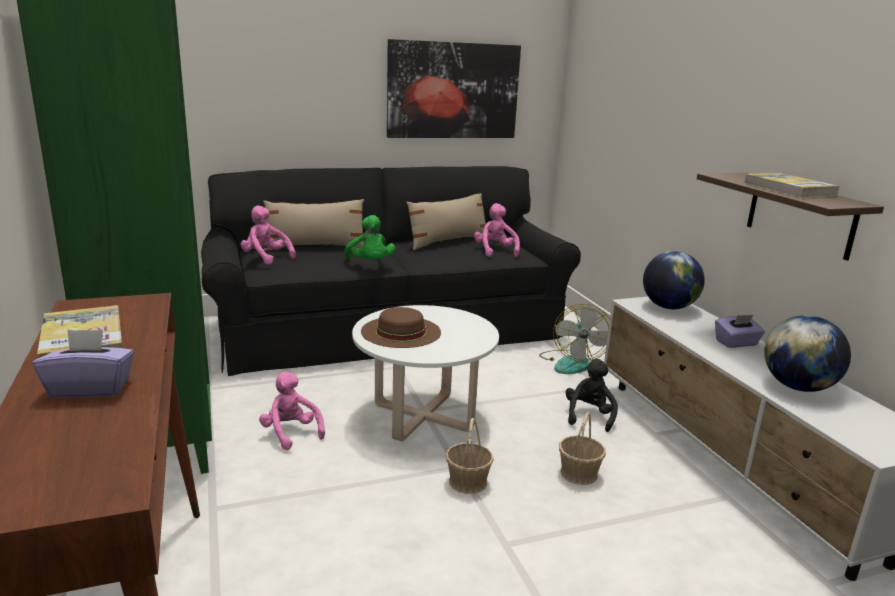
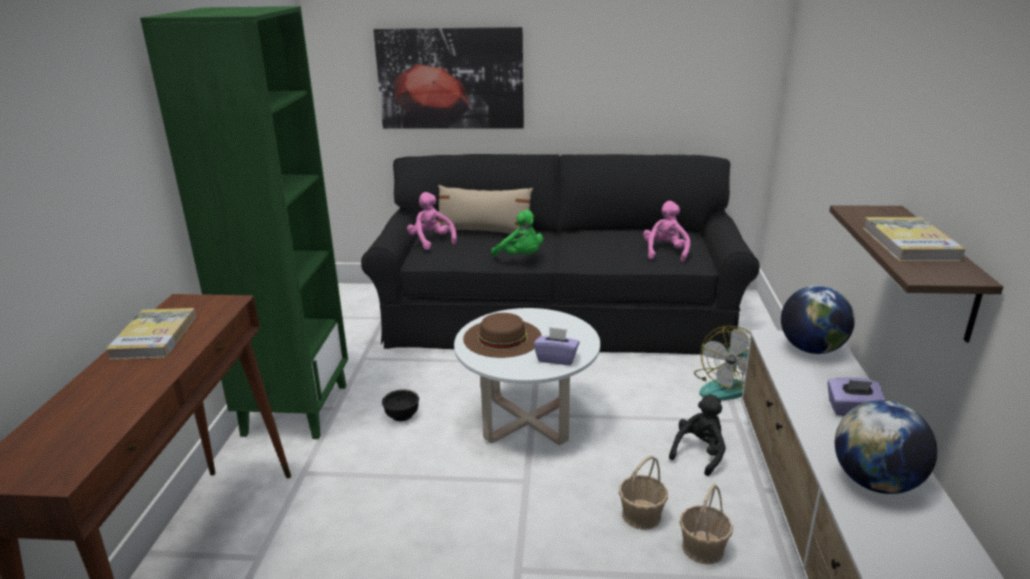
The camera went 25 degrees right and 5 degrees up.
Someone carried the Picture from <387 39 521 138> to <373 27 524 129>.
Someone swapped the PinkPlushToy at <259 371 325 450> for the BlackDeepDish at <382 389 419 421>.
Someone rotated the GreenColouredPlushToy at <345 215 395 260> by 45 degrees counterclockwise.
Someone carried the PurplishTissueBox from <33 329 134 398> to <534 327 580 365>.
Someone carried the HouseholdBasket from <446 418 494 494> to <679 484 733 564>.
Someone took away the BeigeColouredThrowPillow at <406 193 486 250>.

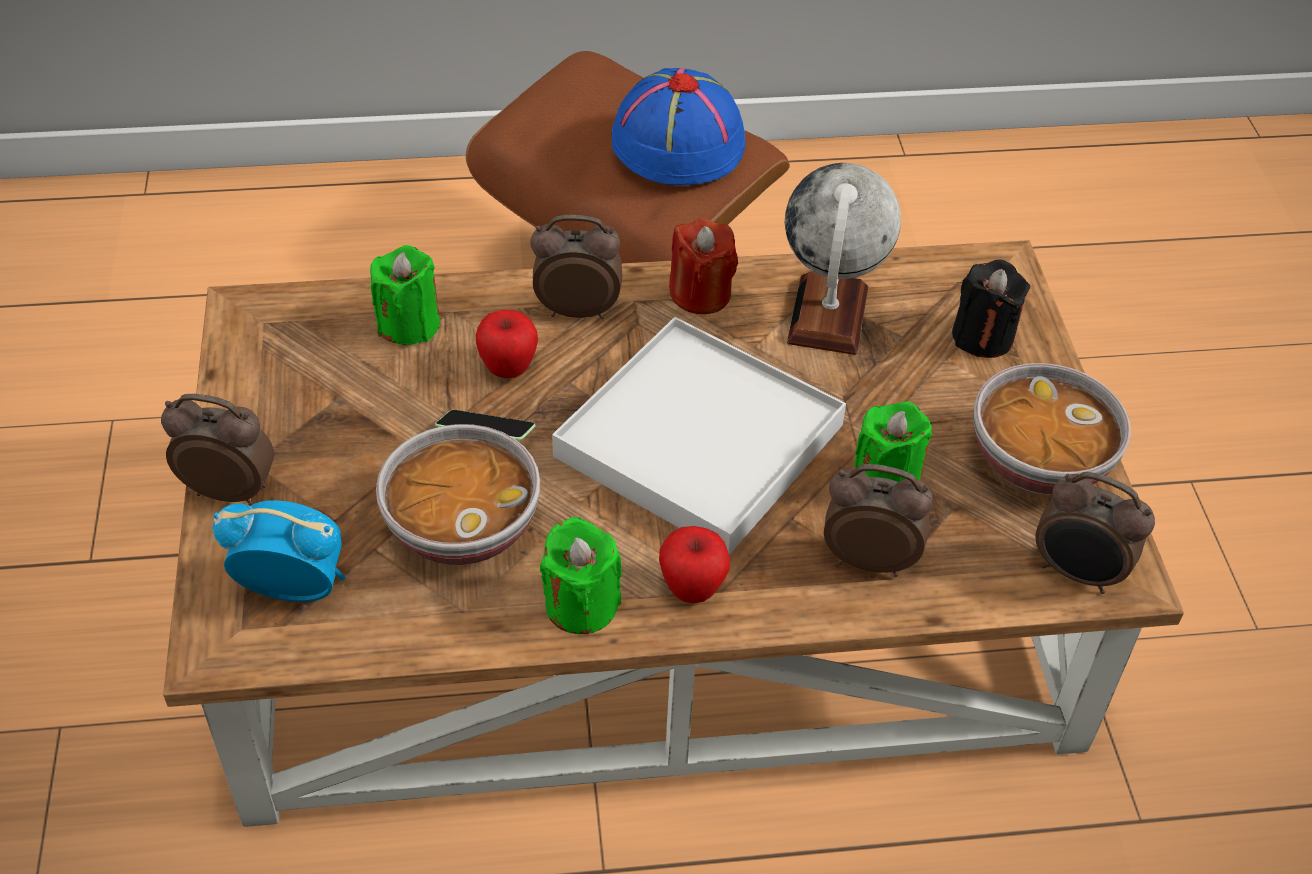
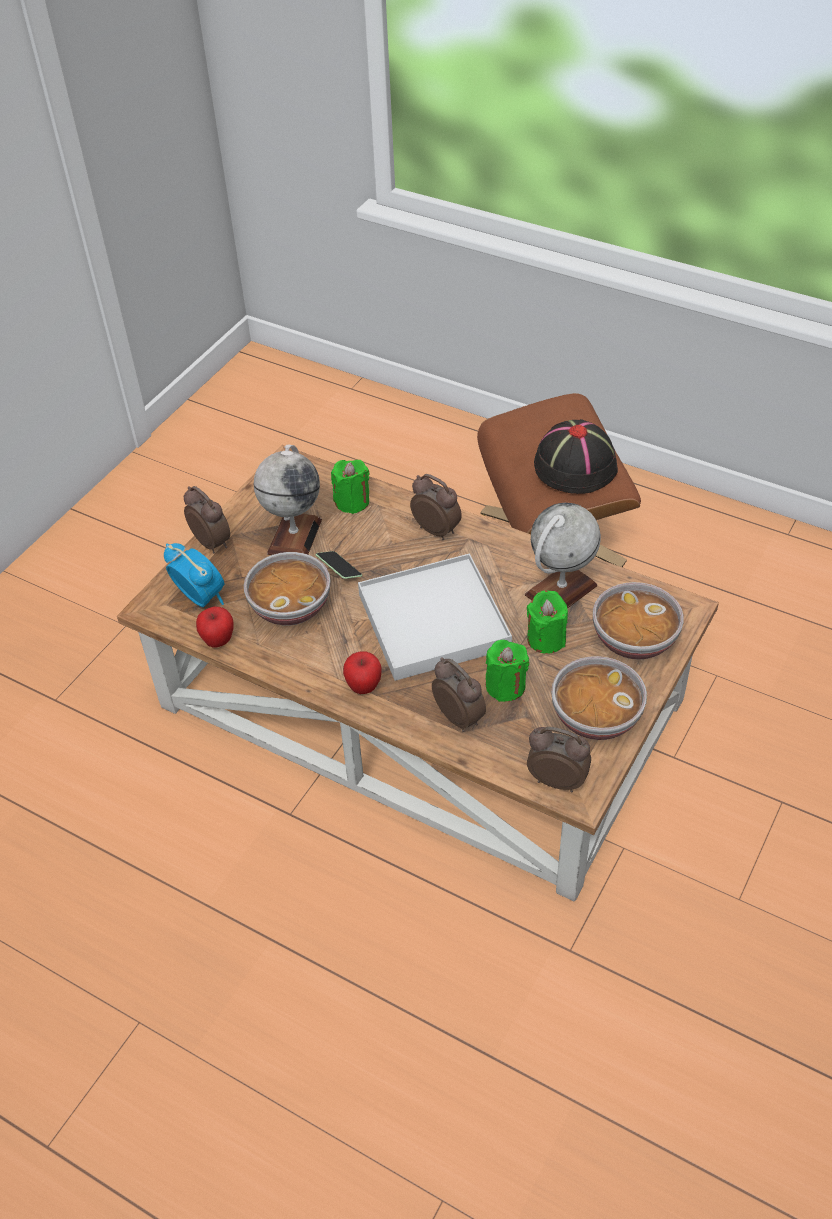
The camera went 40 degrees right and 0 degrees up.
Someone carried the AppleFruit from <476 310 538 378> to <196 606 234 647>.
Someone put down the WorldGlobe at <254 444 322 555>.
Someone carried the GreenColouredCandle from <540 517 622 634> to <527 590 568 654>.
Someone rotated the BedsideClock at <1035 472 1155 594> by 135 degrees clockwise.
Someone repainted the BluishHat at <611 68 745 185>, which became the BlackHat at <534 419 618 494>.
Someone swapped the BlackCandle at <952 260 1030 358> for the DeepDish at <593 582 684 659>.
Someone took away the RedColouredCandle at <669 218 738 314>.

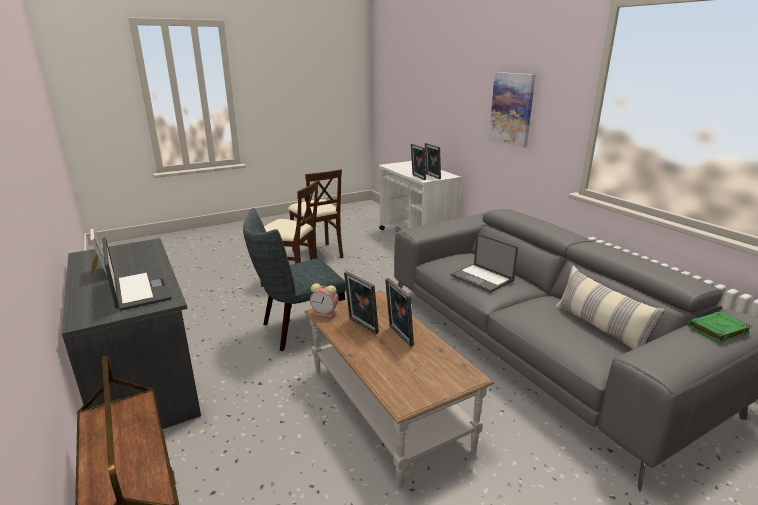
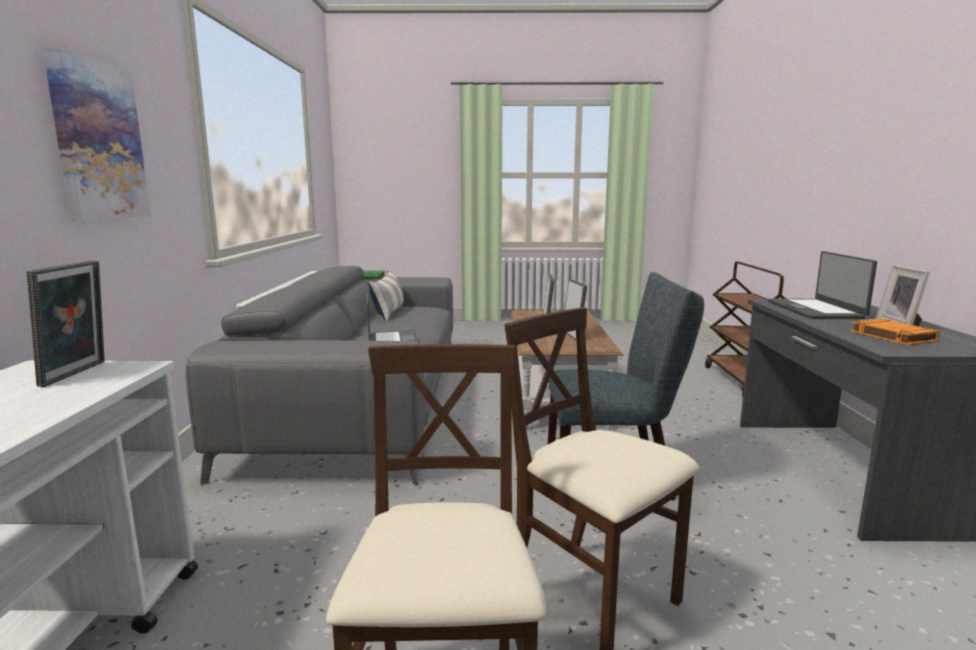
The camera went 150 degrees left and 10 degrees down.
Someone put down the OrangeyBoundBook at <851 318 940 345>.
Someone took away the BedsideClock at <310 283 338 318>.
Someone took away the PictureFrame at <411 144 426 180>.

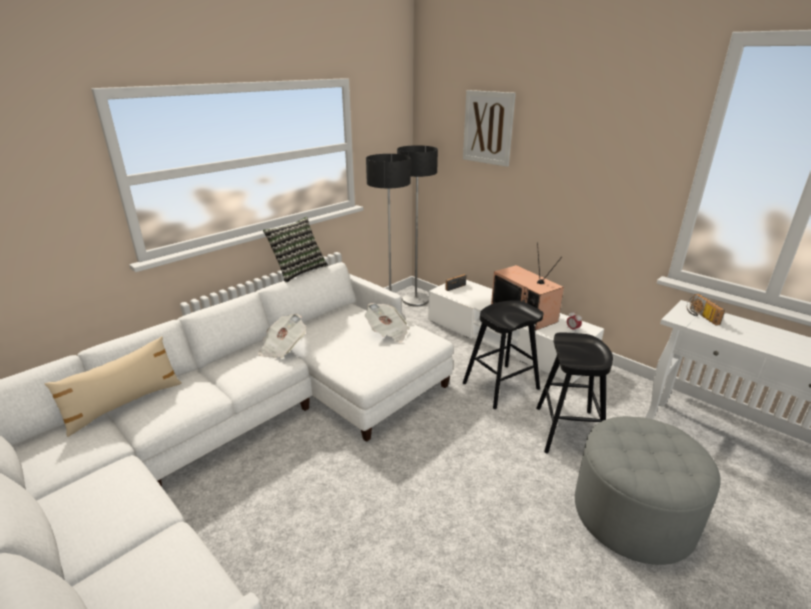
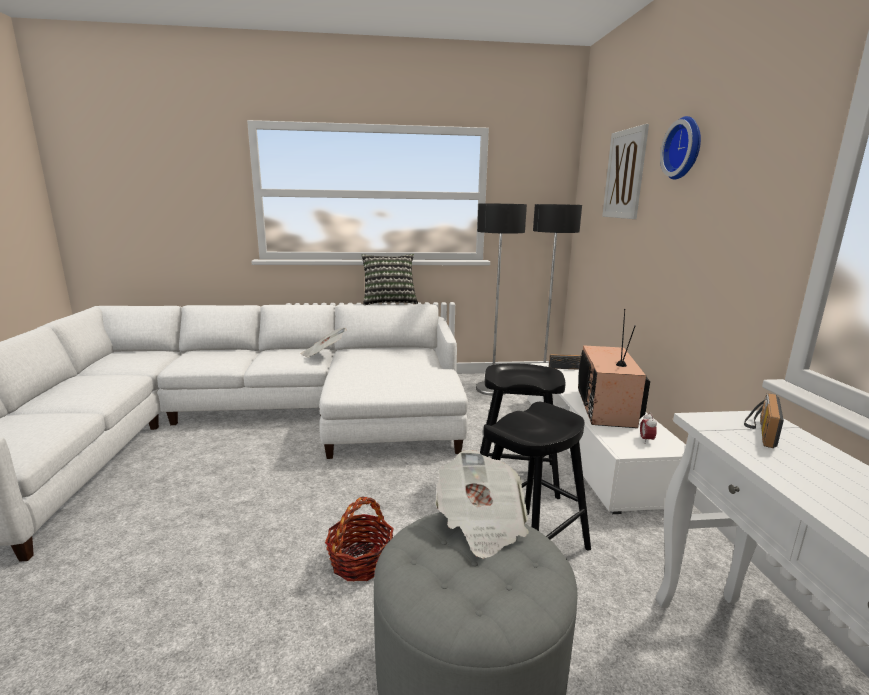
The camera went 40 degrees right and 10 degrees down.
Someone put down the HouseholdBasket at <325 497 393 582>.
Someone carried the Newspaper from <365 303 410 342> to <435 450 529 559>.
Someone put up the WallClock at <660 116 701 180>.
Someone took away the BeigeColouredThrowPillow at <45 336 181 437>.

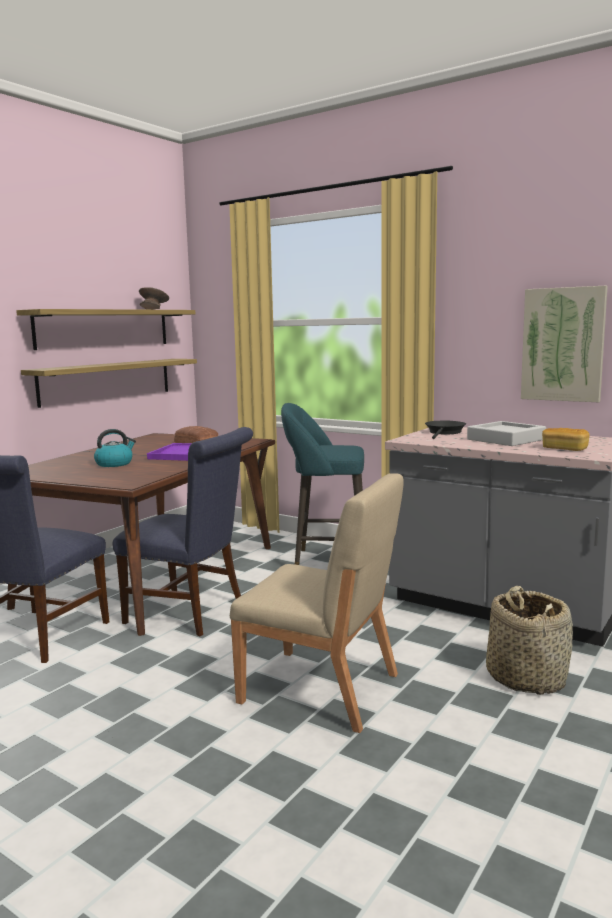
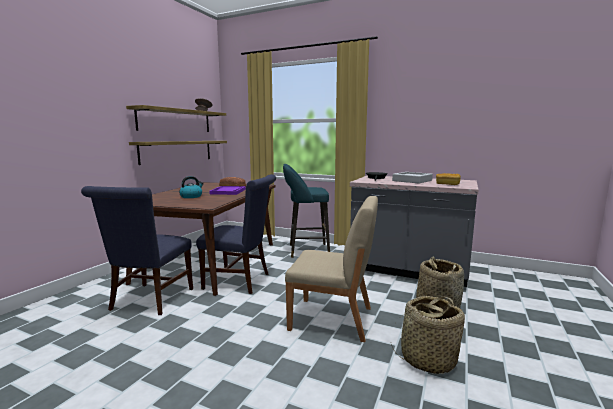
The camera went 10 degrees left and 0 degrees up.
Someone put down the HouseholdBasket at <391 296 465 374>.
Someone took away the Picture at <521 286 608 402>.

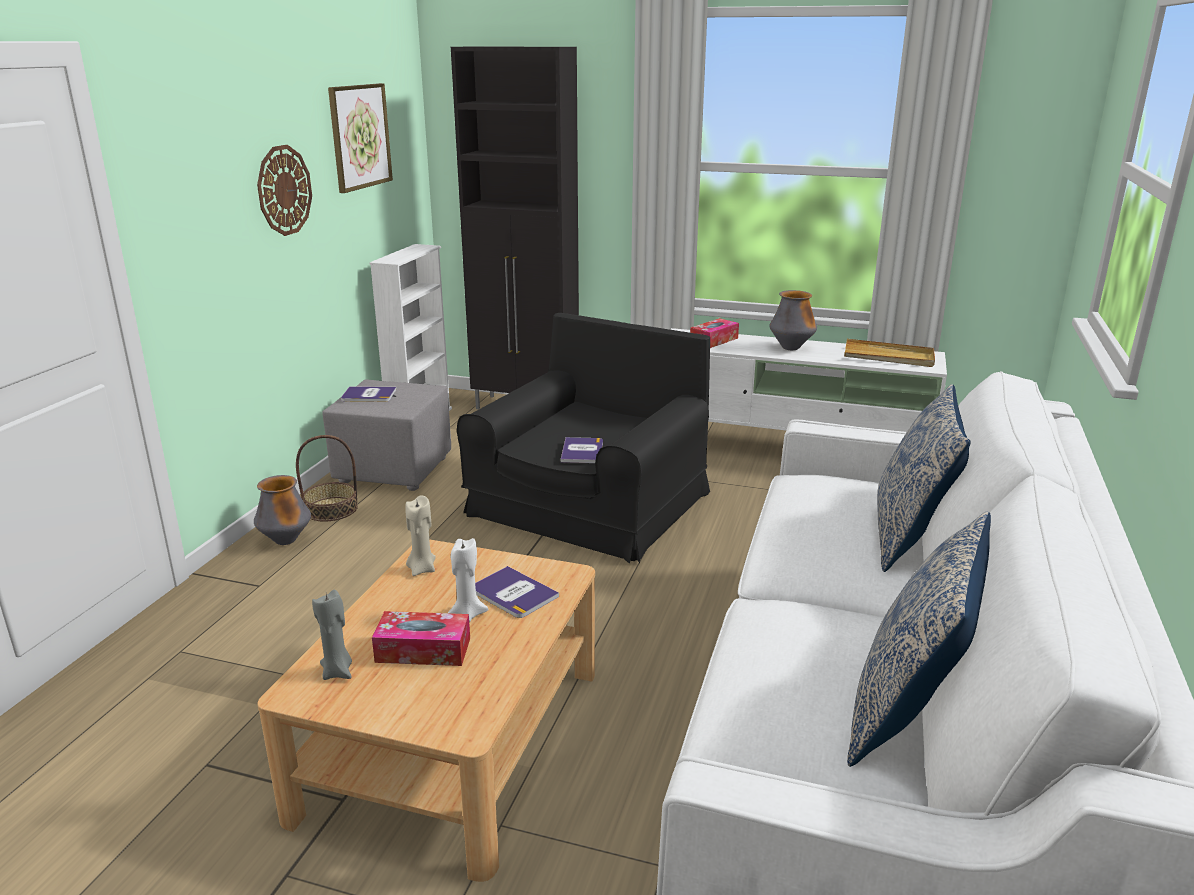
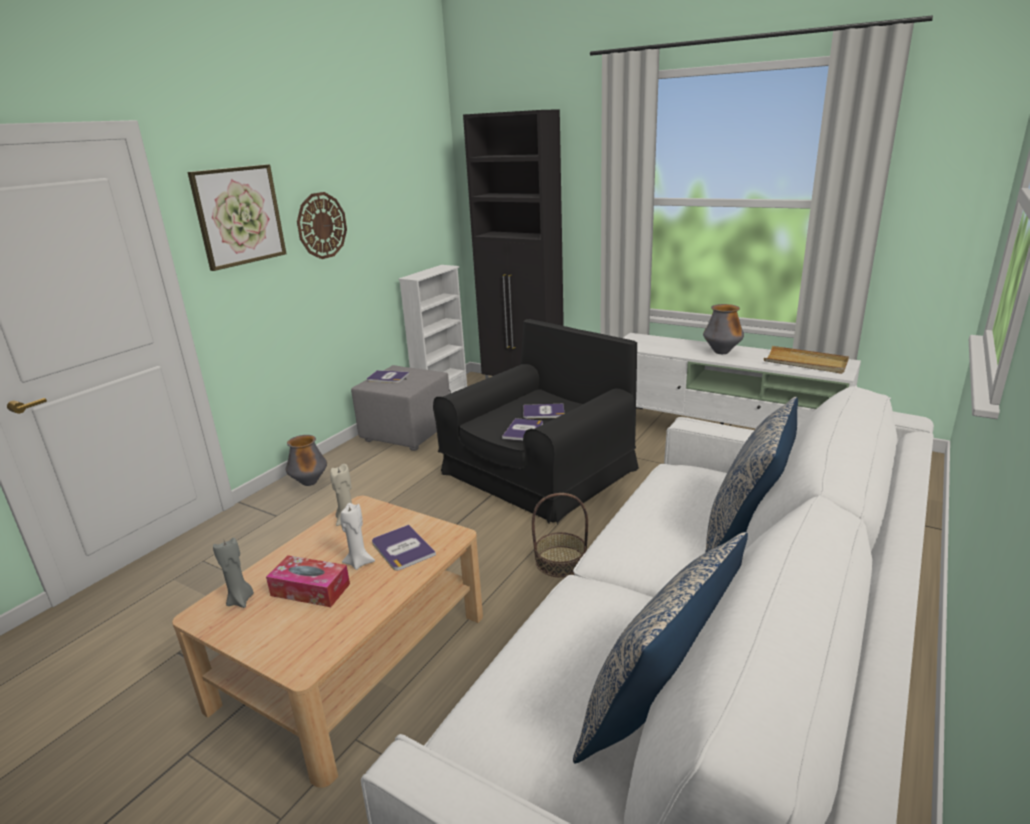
The camera went 15 degrees right and 0 degrees up.
Someone carried the Picture from <328 83 393 193> to <188 164 286 271>.
Someone put down the BoundBook at <523 404 564 419>.
Someone carried the HouseholdBasket from <296 435 358 521> to <532 493 588 578>.
Someone took away the TissueBox at <690 318 739 348>.

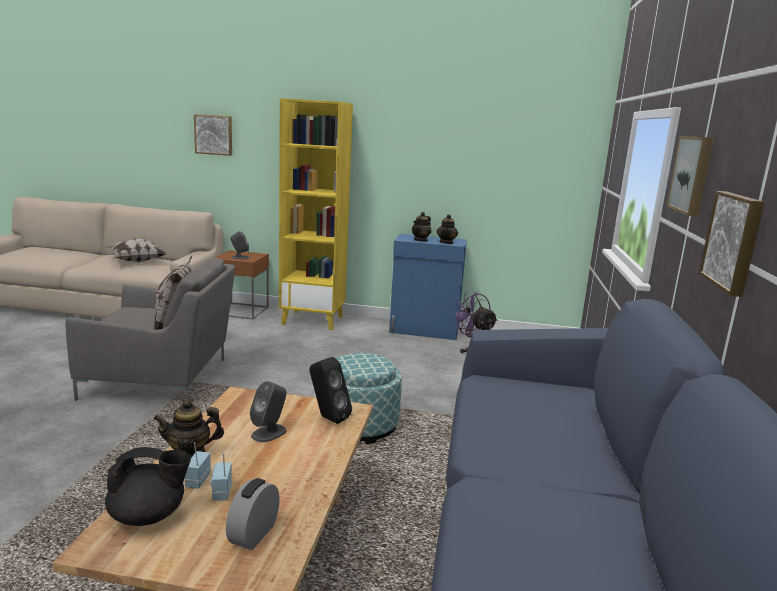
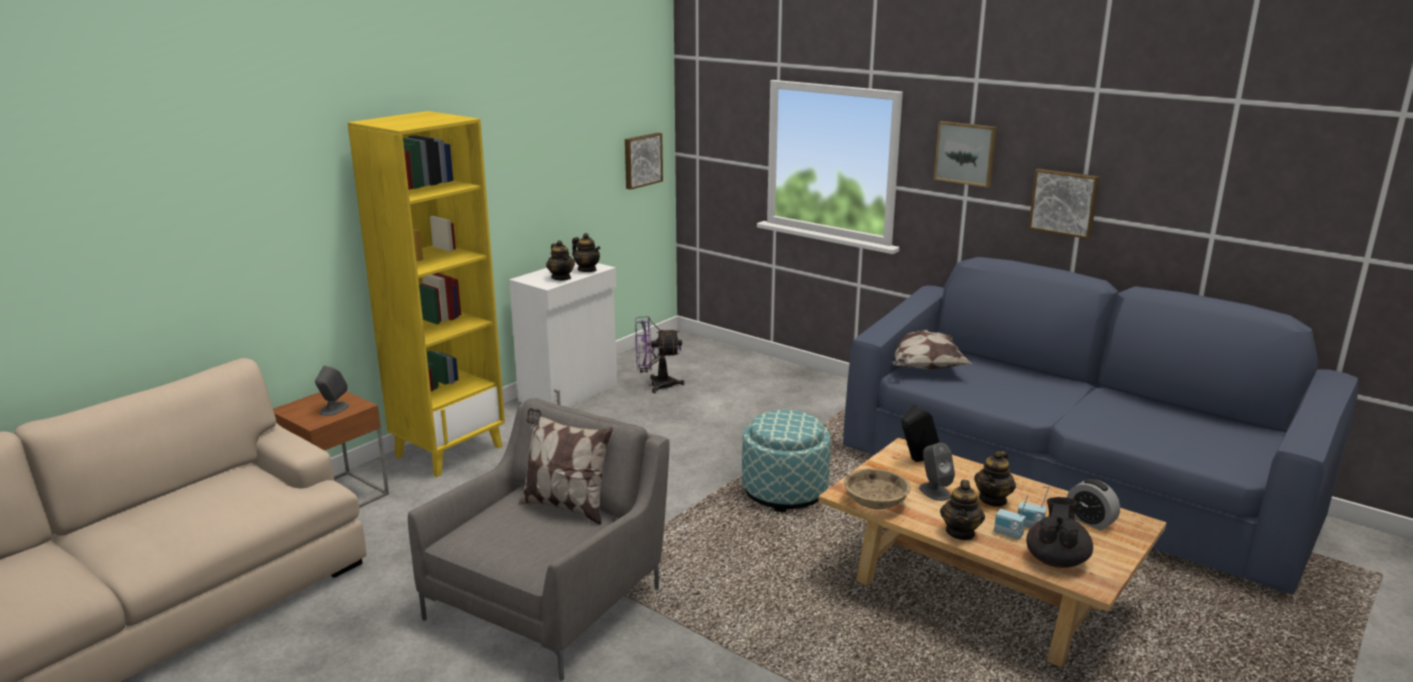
The camera went 60 degrees left and 5 degrees up.
Someone repainted the BluishCupboard at <389 234 467 340>, which became the WhitishCupboard at <509 259 617 407>.
Someone carried the Picture from <194 114 232 156> to <625 133 663 190>.
Someone put down the BeigeColouredDeepDish at <844 469 911 510>.
Someone carried the ThrowPillow from <106 238 166 263> to <892 330 973 370>.
Someone put down the PotForTea at <974 451 1016 507>.

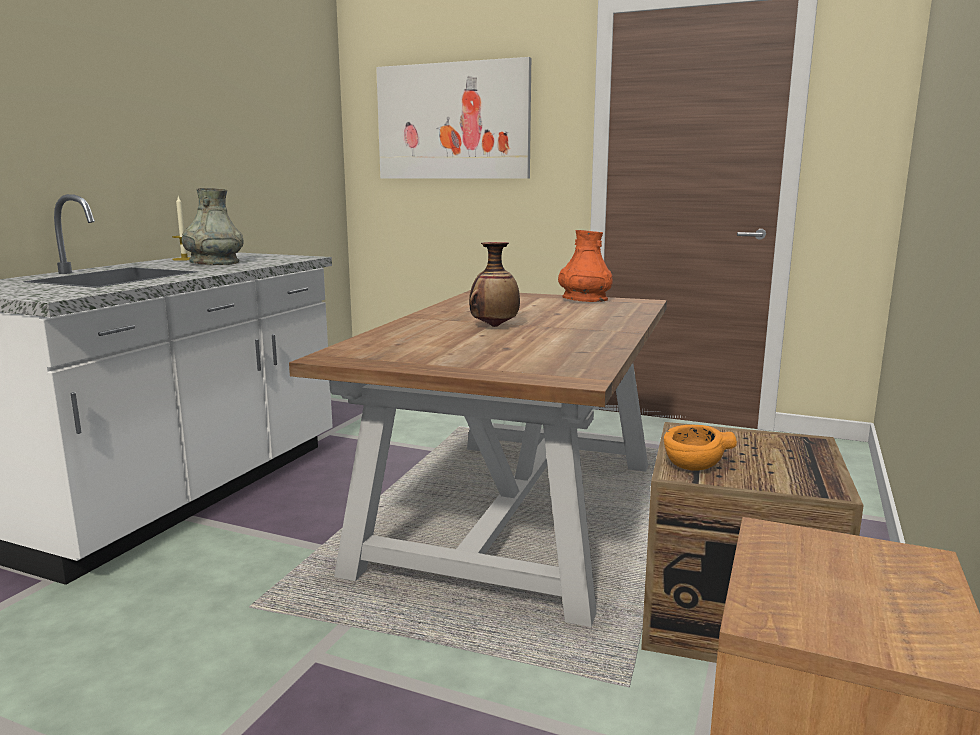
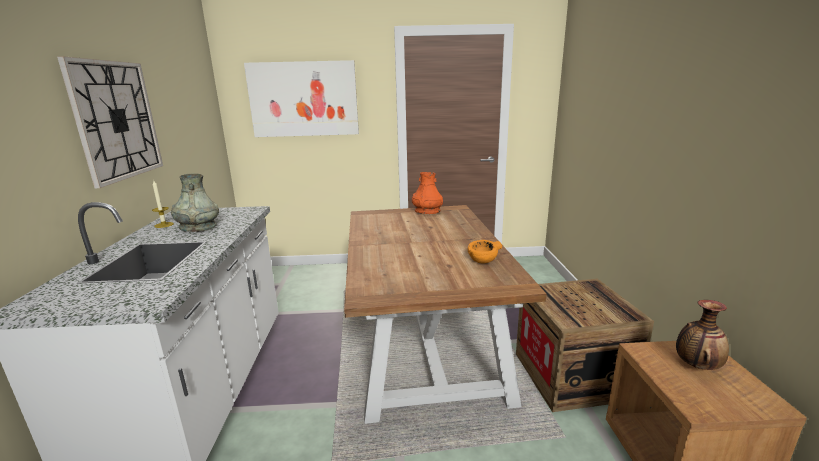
The camera went 25 degrees left and 5 degrees up.
Someone put up the WallClock at <57 56 163 188>.
Someone carried the OrangeyDeepDish from <664 425 737 471> to <468 240 502 263>.
Someone carried the DecorativeVase from <469 242 520 327> to <676 300 729 370>.

